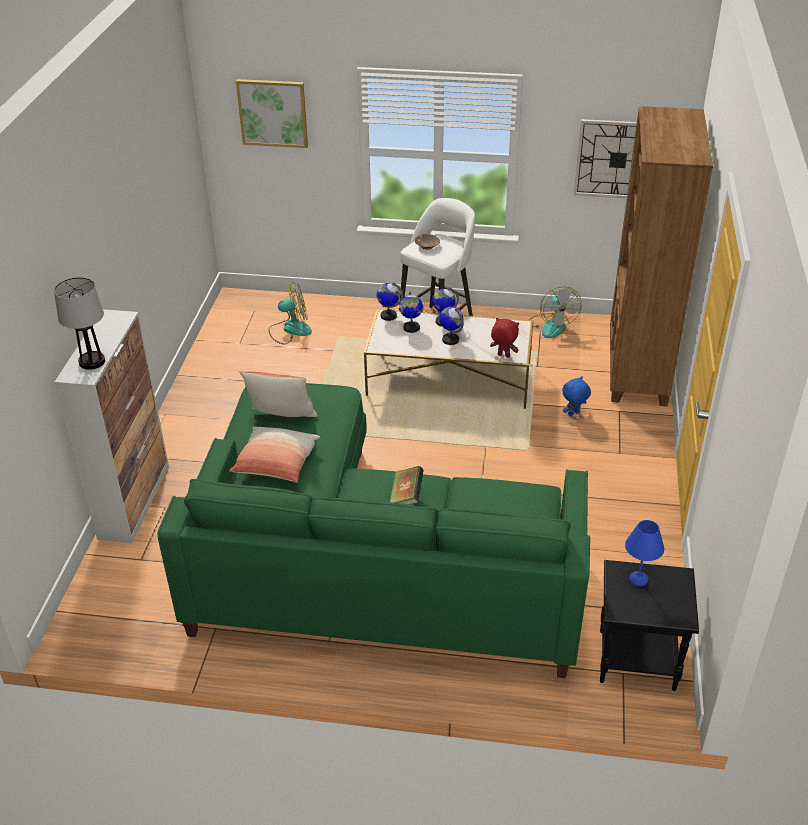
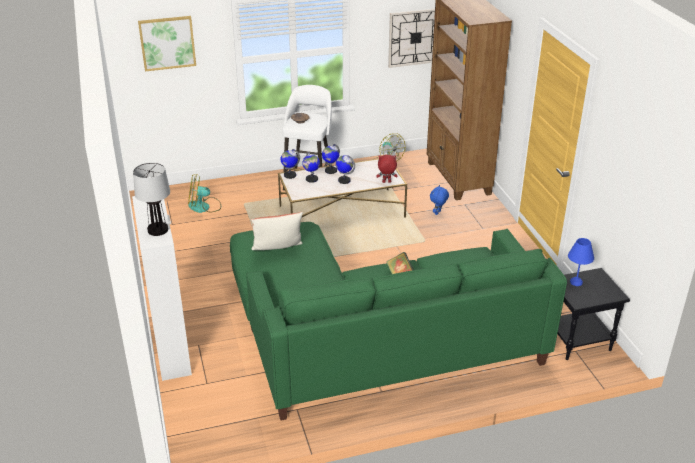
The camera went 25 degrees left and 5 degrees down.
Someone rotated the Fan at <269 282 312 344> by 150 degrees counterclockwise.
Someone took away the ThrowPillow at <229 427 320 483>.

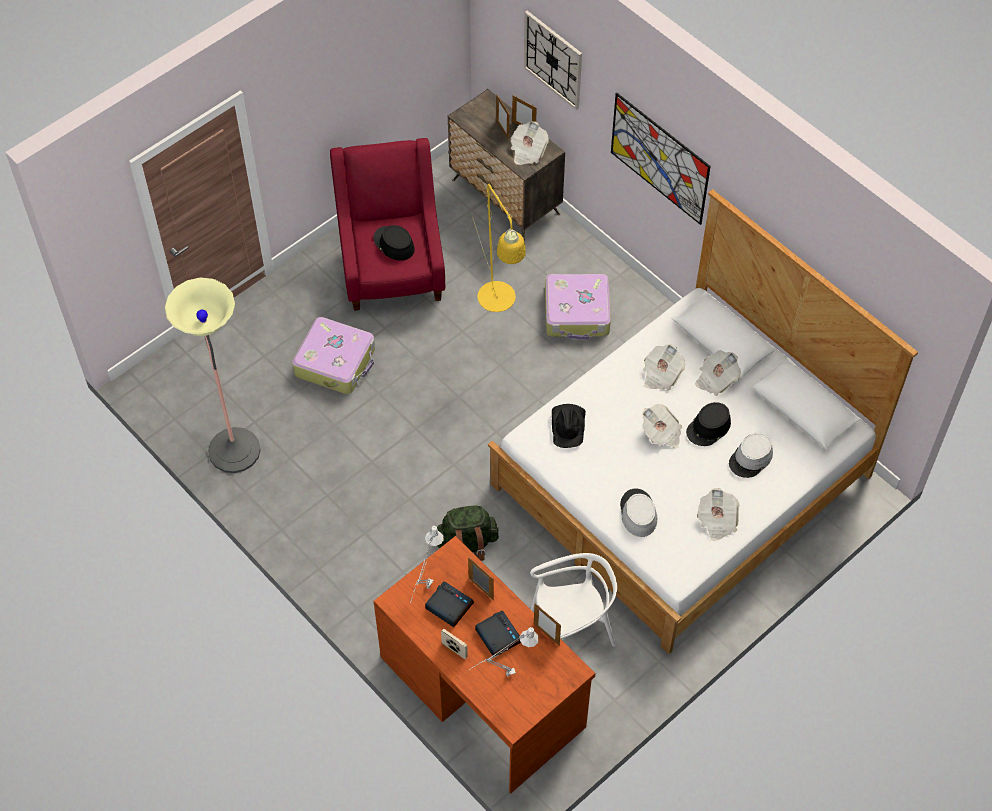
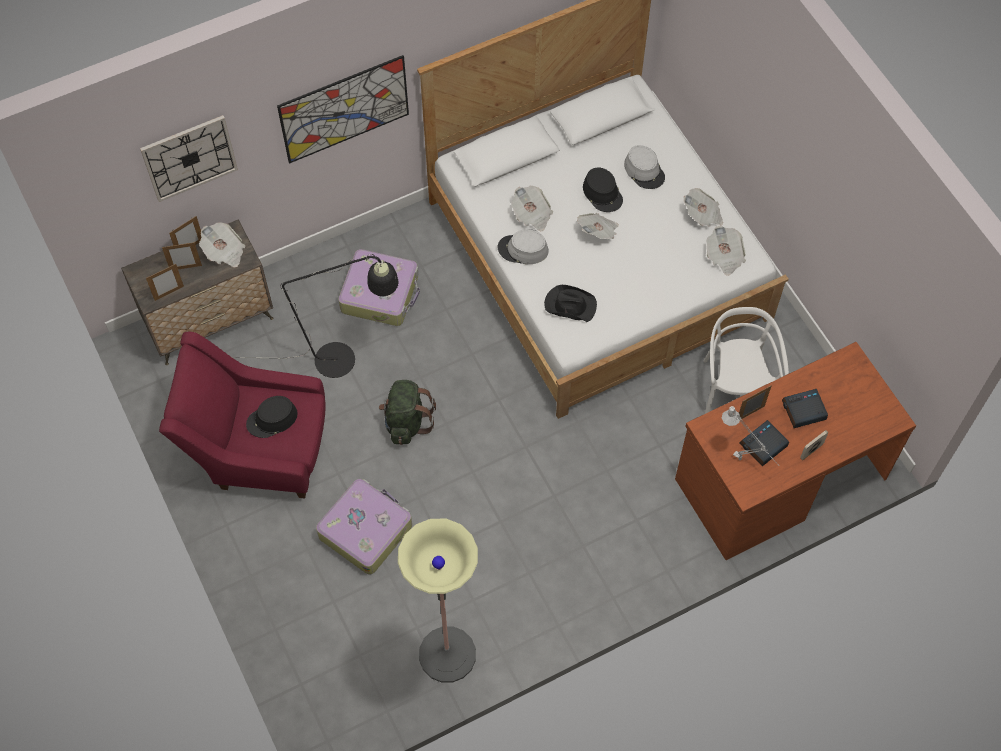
The camera went 75 degrees left and 5 degrees up.
Someone carried the PictureFrame from <534 603 561 646> to <146 264 184 301>.
Someone repainted the YellowishStandardLamp at <472 183 526 312>, which became the BlackStandardLamp at <232 254 399 378>.
Someone carried the GreenColouredRucksack from <437 505 499 561> to <379 380 436 445>.
Someone carried the GreyHat from <620 489 657 537> to <498 229 549 264>.
Someone carried the Newspaper from <695 350 741 396> to <706 225 746 276>.
Someone took away the GreyTabletopLamp at <468 627 539 676>.

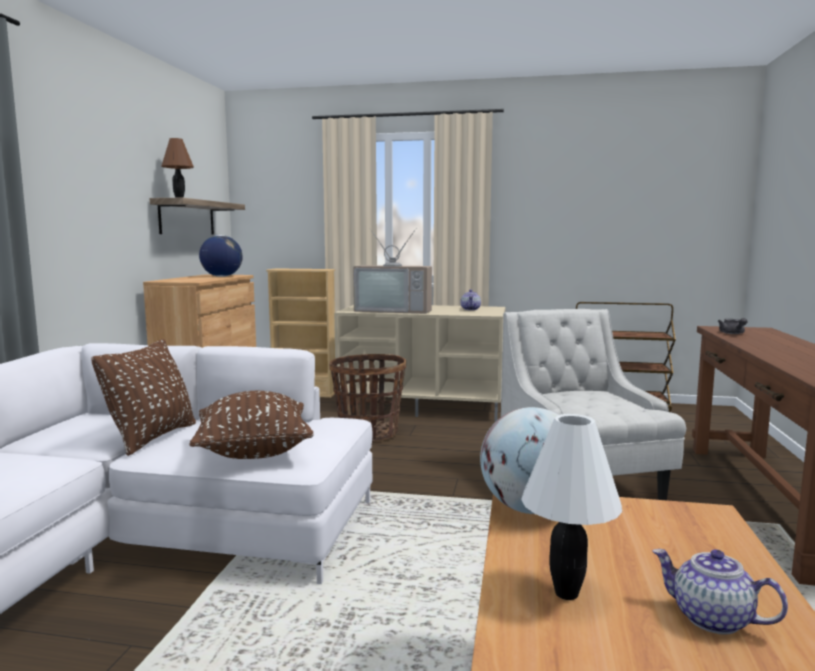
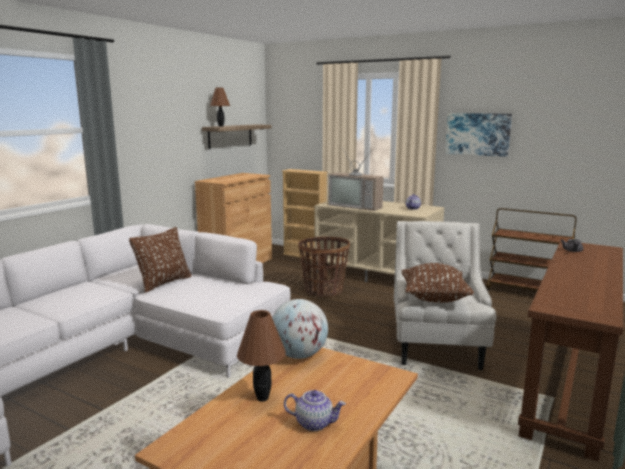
The camera went 20 degrees right and 5 degrees up.
Someone repainted the WhitishTabletopLamp at <521 414 622 600>, which became the BrownColouredTabletopLamp at <237 310 286 402>.
Someone rotated the PotForTea at <652 549 788 634> by 135 degrees clockwise.
Someone carried the BrownColouredThrowPillow from <189 391 314 459> to <402 263 474 303>.
Someone put up the Picture at <445 113 512 157>.
Someone took away the WorldGlobe at <199 235 243 277>.

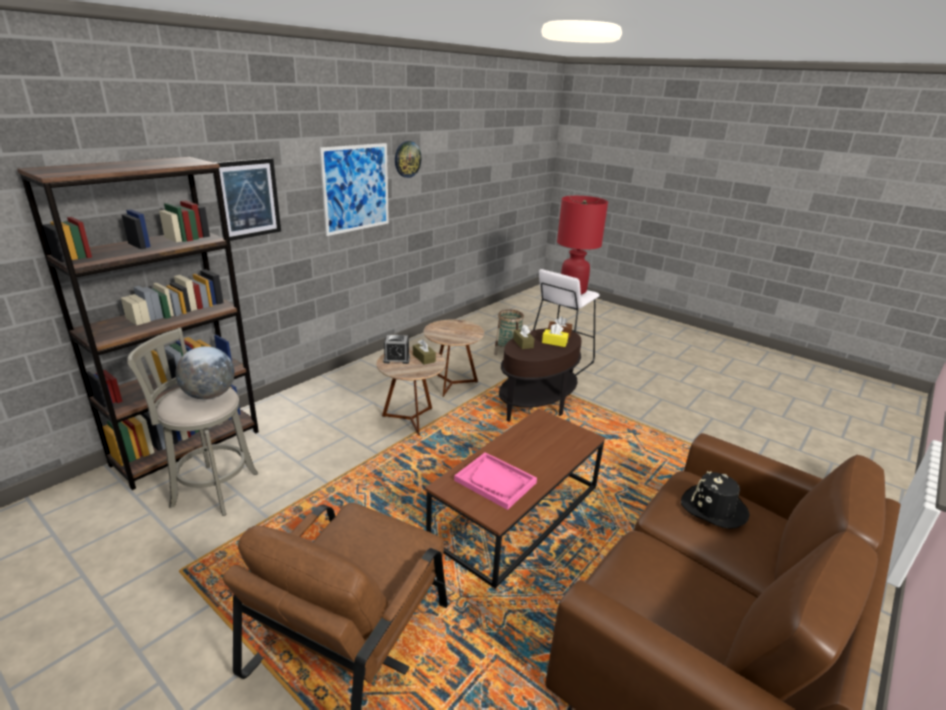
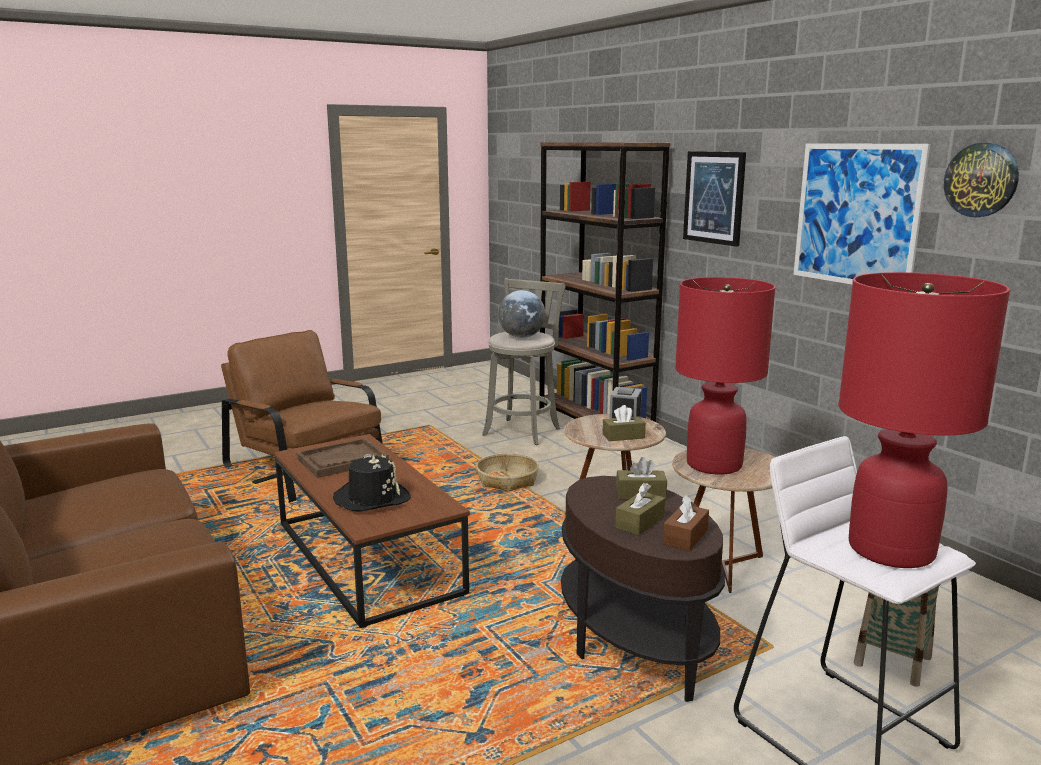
The camera went 110 degrees right and 10 degrees down.
Someone repainted the PinkCarryingTray at <454 452 537 510>, which became the BrownColouredCarryingTray at <296 438 389 478>.
Someone carried the BlackHat from <681 471 750 529> to <333 454 411 512>.
Someone put down the HouseholdBasket at <476 453 539 491>.
Someone repainted the YellowishTissueBox at <542 324 569 347>, which became the BrownColouredTissueBox at <615 483 665 536>.
Someone put down the RedColouredTabletopLamp at <675 277 776 475>.

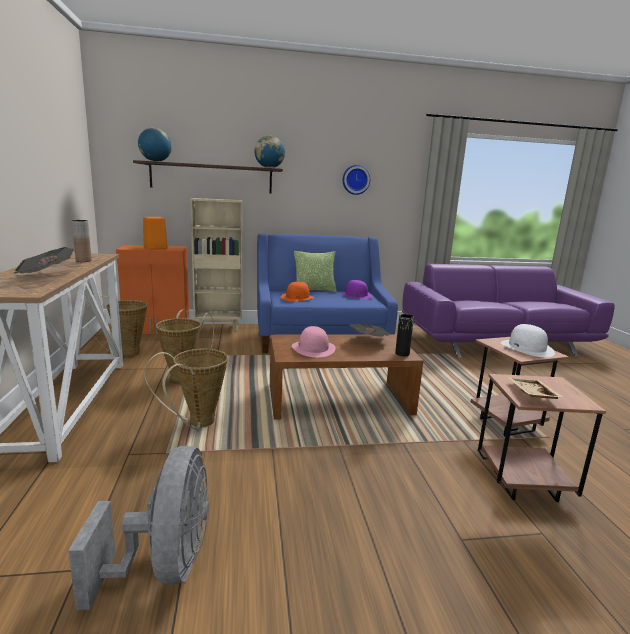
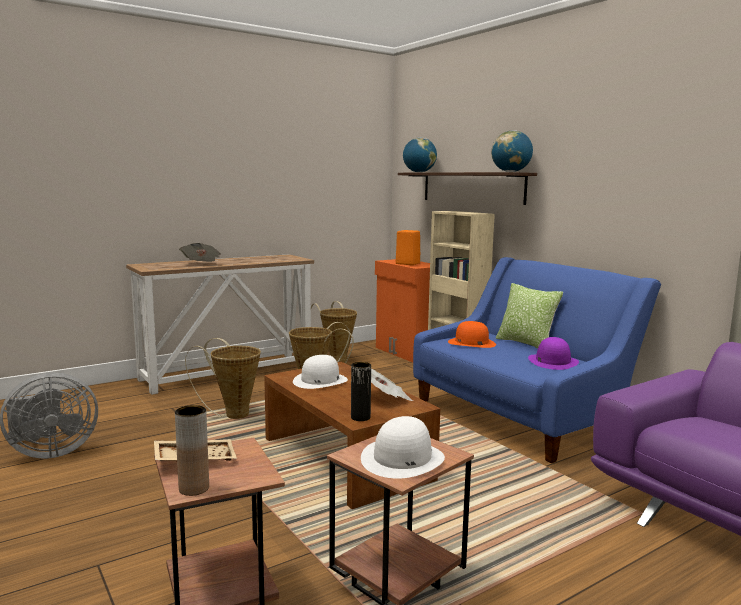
The camera went 65 degrees right and 5 degrees down.
Someone carried the BrownColouredDecorativeVase from <72 220 92 262> to <175 405 209 496>.
Someone repainted the PinkHat at <292 326 336 357>, which became the WhitishHat at <293 355 348 389>.
Someone took away the WallClock at <343 165 370 195>.

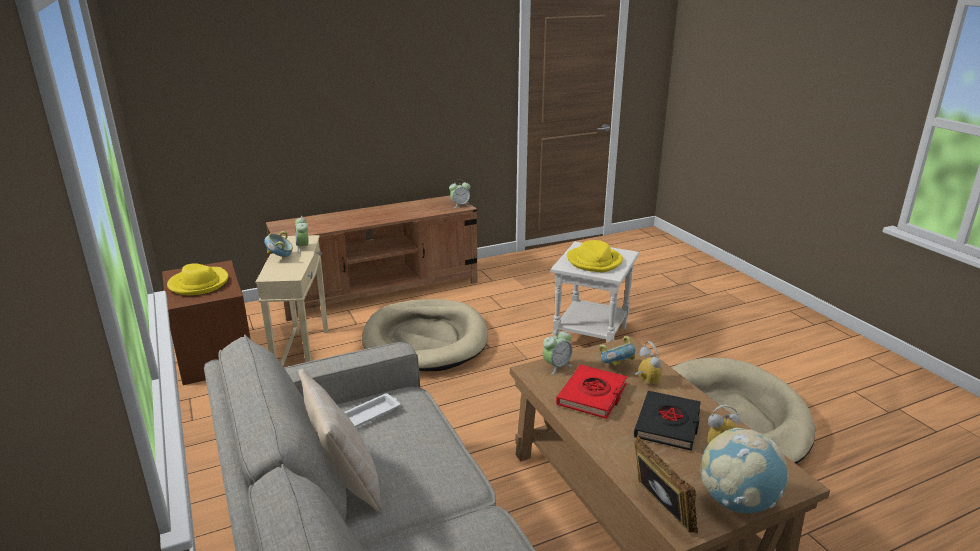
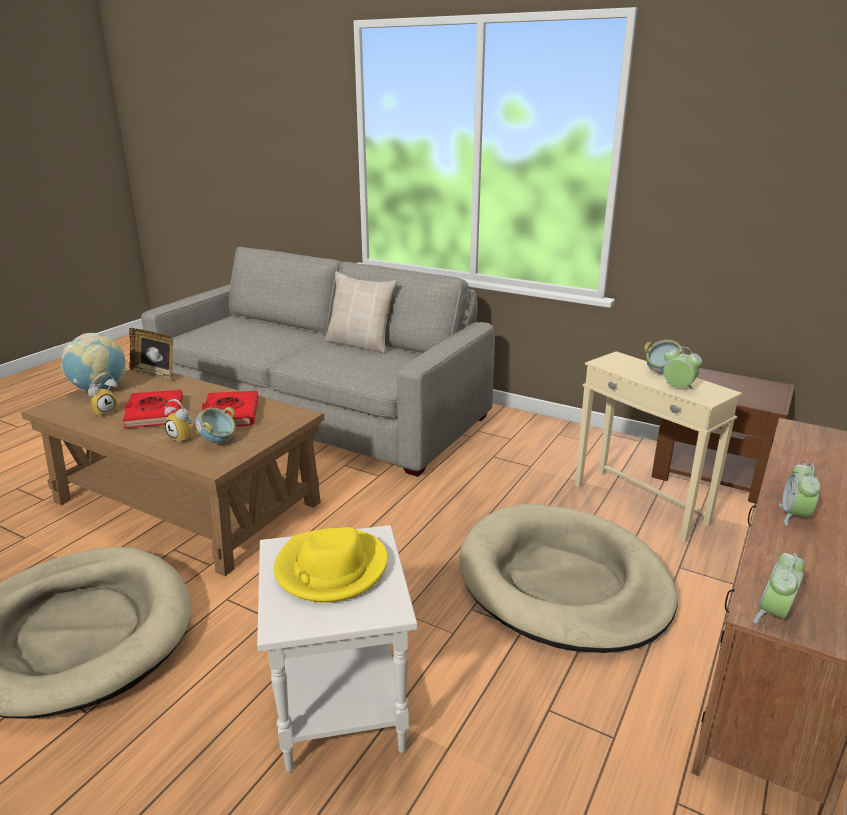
The camera went 145 degrees right and 0 degrees up.
Someone repainted the BlackBoundBook at <634 391 701 451>, which became the RedColouredBoundBook at <123 390 183 428>.
Someone carried the BedsideClock from <543 329 572 374> to <779 463 821 526>.
Someone took away the YellowishHat at <167 263 229 295>.
Someone took away the WhitishCarryingTray at <345 393 400 427>.

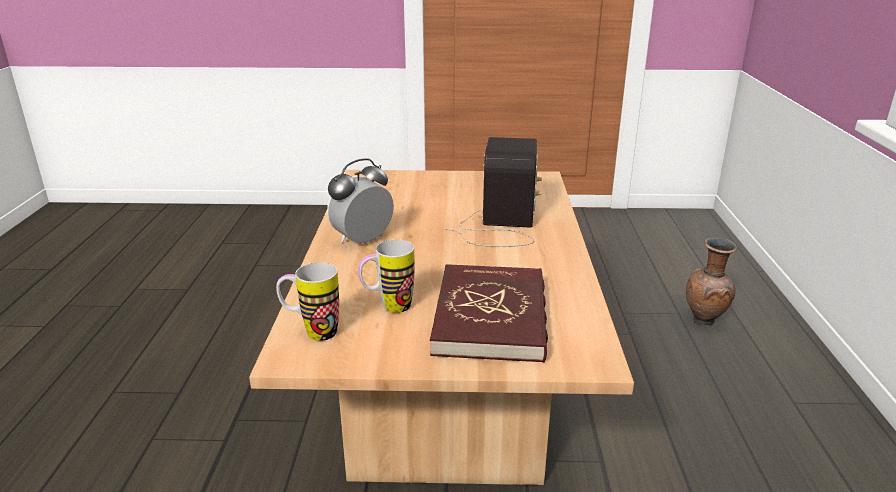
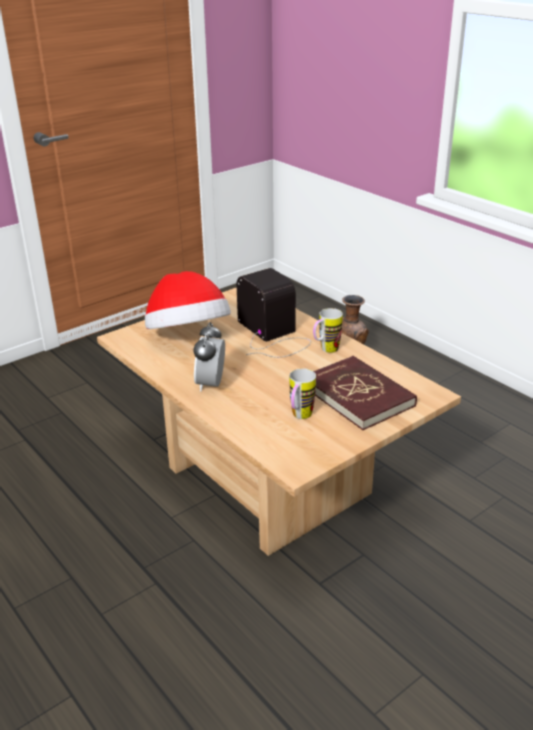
The camera went 40 degrees left and 5 degrees up.
Someone put down the Hat at <145 271 231 329>.
Someone carried the CoffeeMug from <276 262 339 341> to <313 308 343 353>.

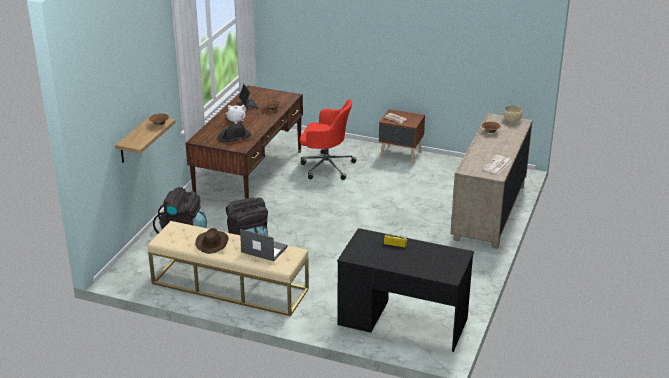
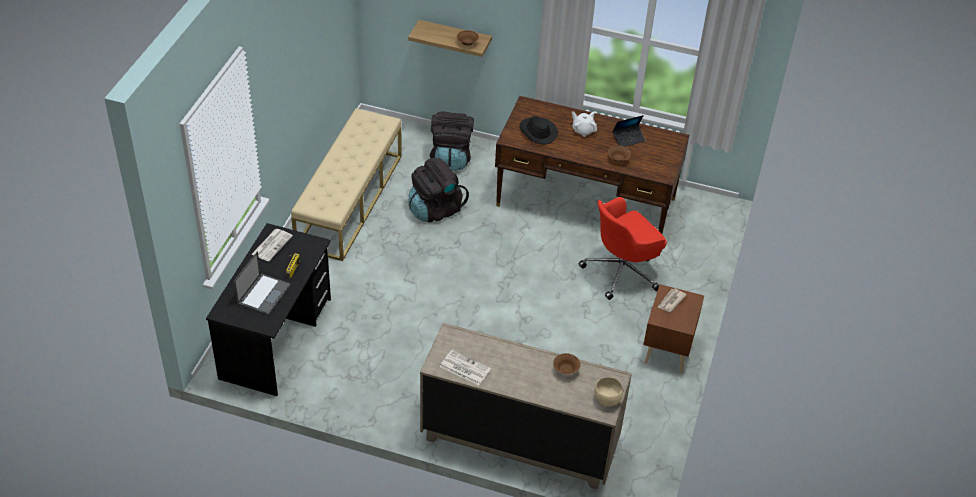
The camera went 85 degrees right and 15 degrees up.
Someone carried the NotebookComputer from <240 229 288 261> to <234 251 291 316>.
Someone put down the Newspaper at <251 229 293 262>.
Someone rotated the RedColouredOfficeChair at <300 99 357 180> by 45 degrees clockwise.
Someone took away the BrownColouredHat at <195 228 229 254>.

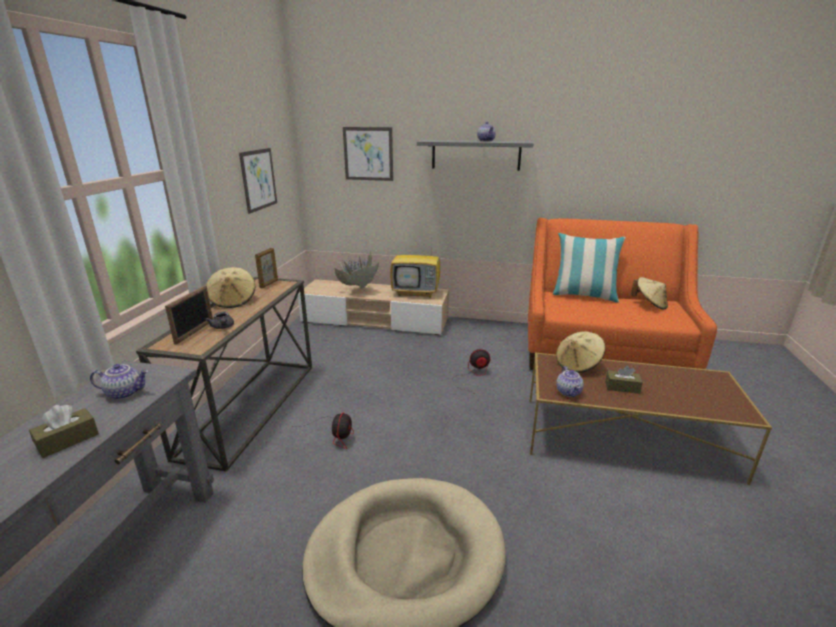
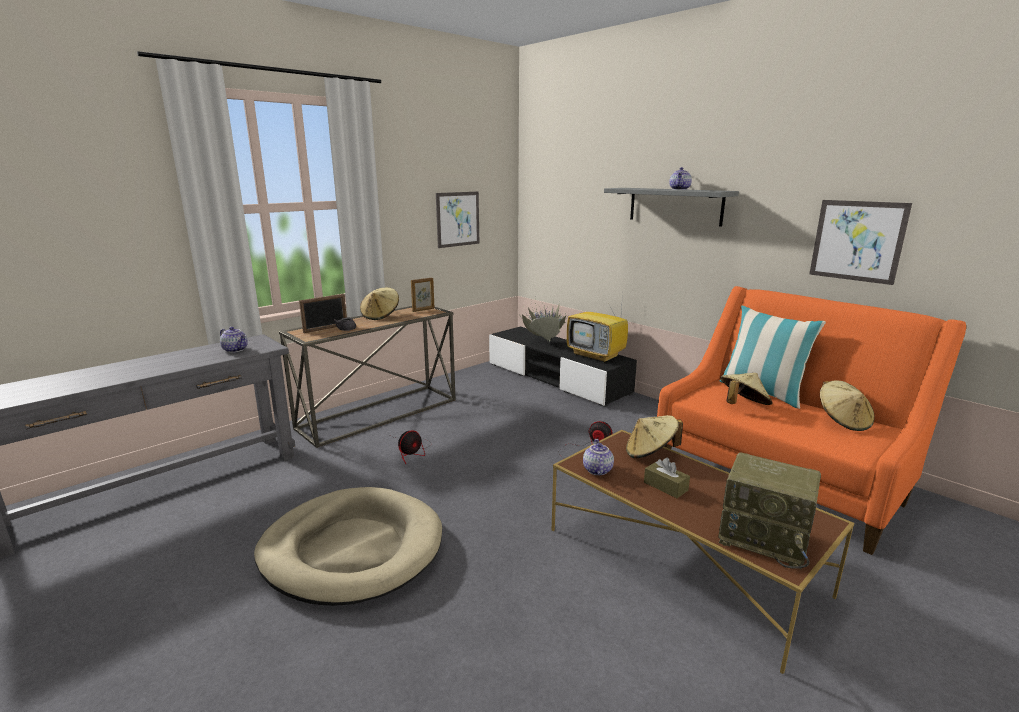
The camera went 35 degrees right and 5 degrees down.
Someone repainted the BeigeColouredTvUnit at <298 279 449 335>, which became the BlackTvUnit at <489 326 637 407>.
Someone rotated the PotForTea at <556 366 584 397> by 150 degrees clockwise.
Someone put down the RadioReceiver at <718 452 821 569>.
Someone put down the BeigeColouredHat at <720 373 772 405>.
Someone carried the Picture from <343 127 393 181> to <809 200 912 285>.
Someone took away the BrownColouredTissueBox at <29 405 99 458>.

